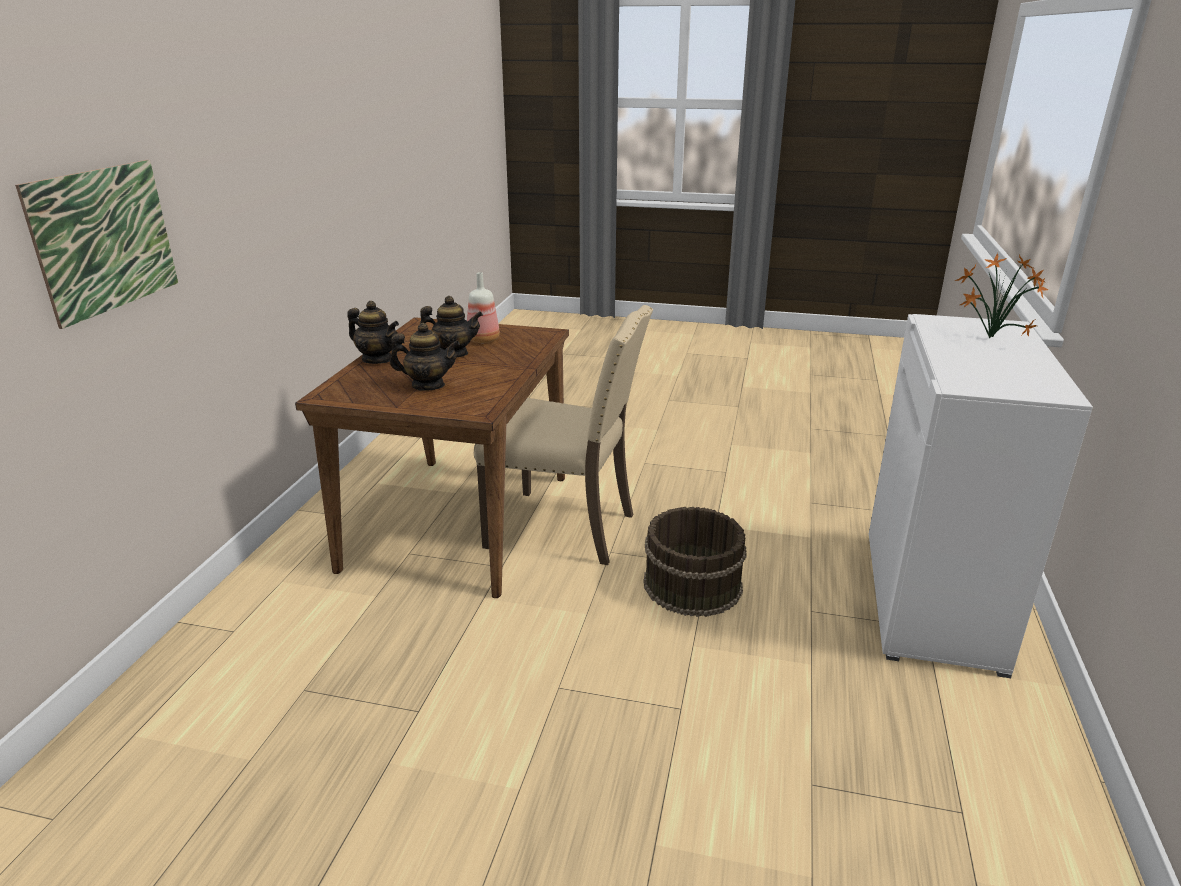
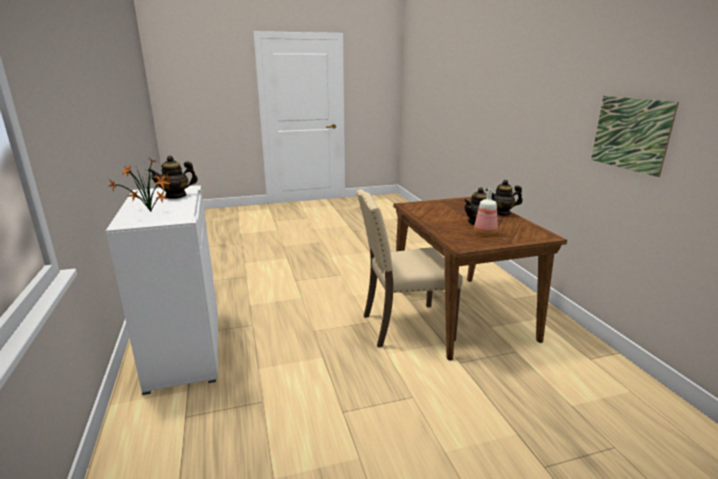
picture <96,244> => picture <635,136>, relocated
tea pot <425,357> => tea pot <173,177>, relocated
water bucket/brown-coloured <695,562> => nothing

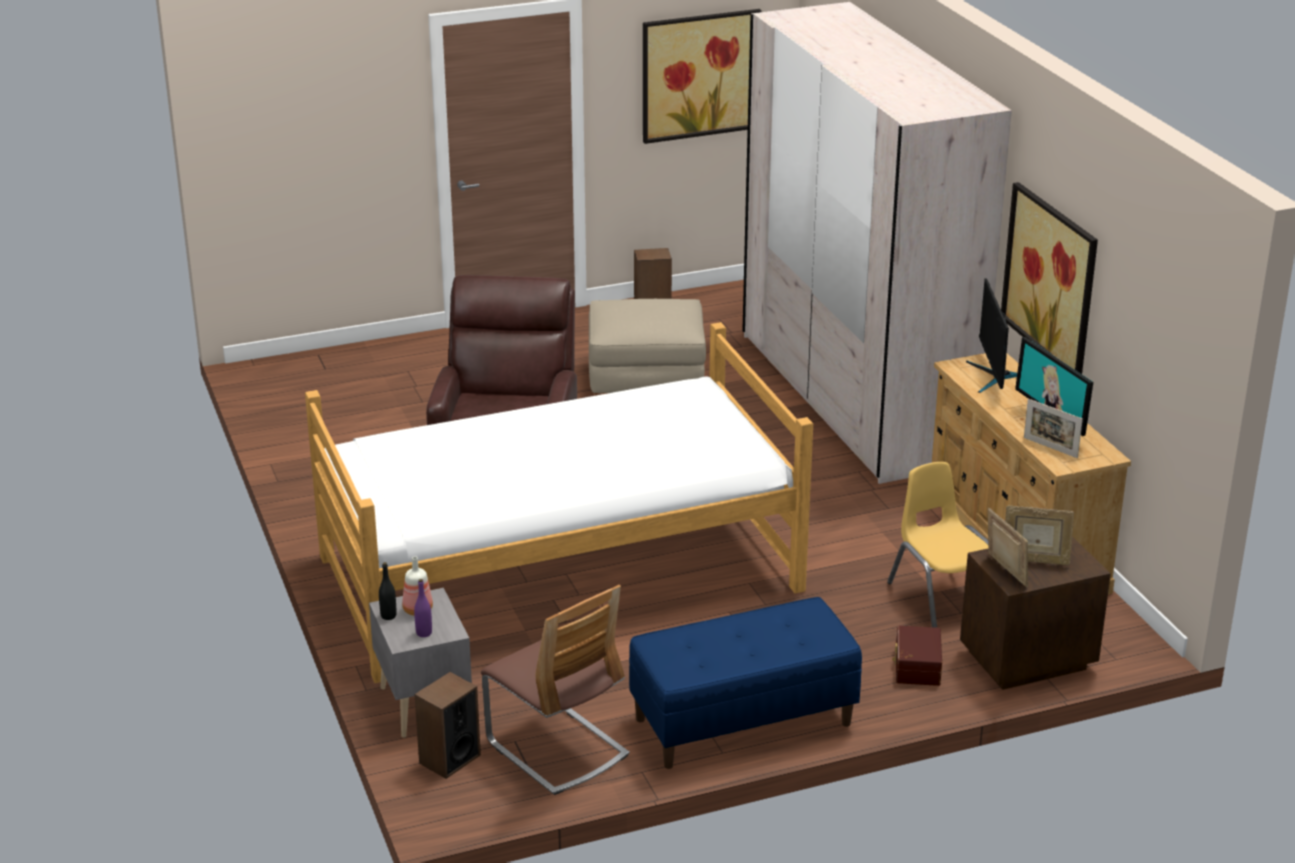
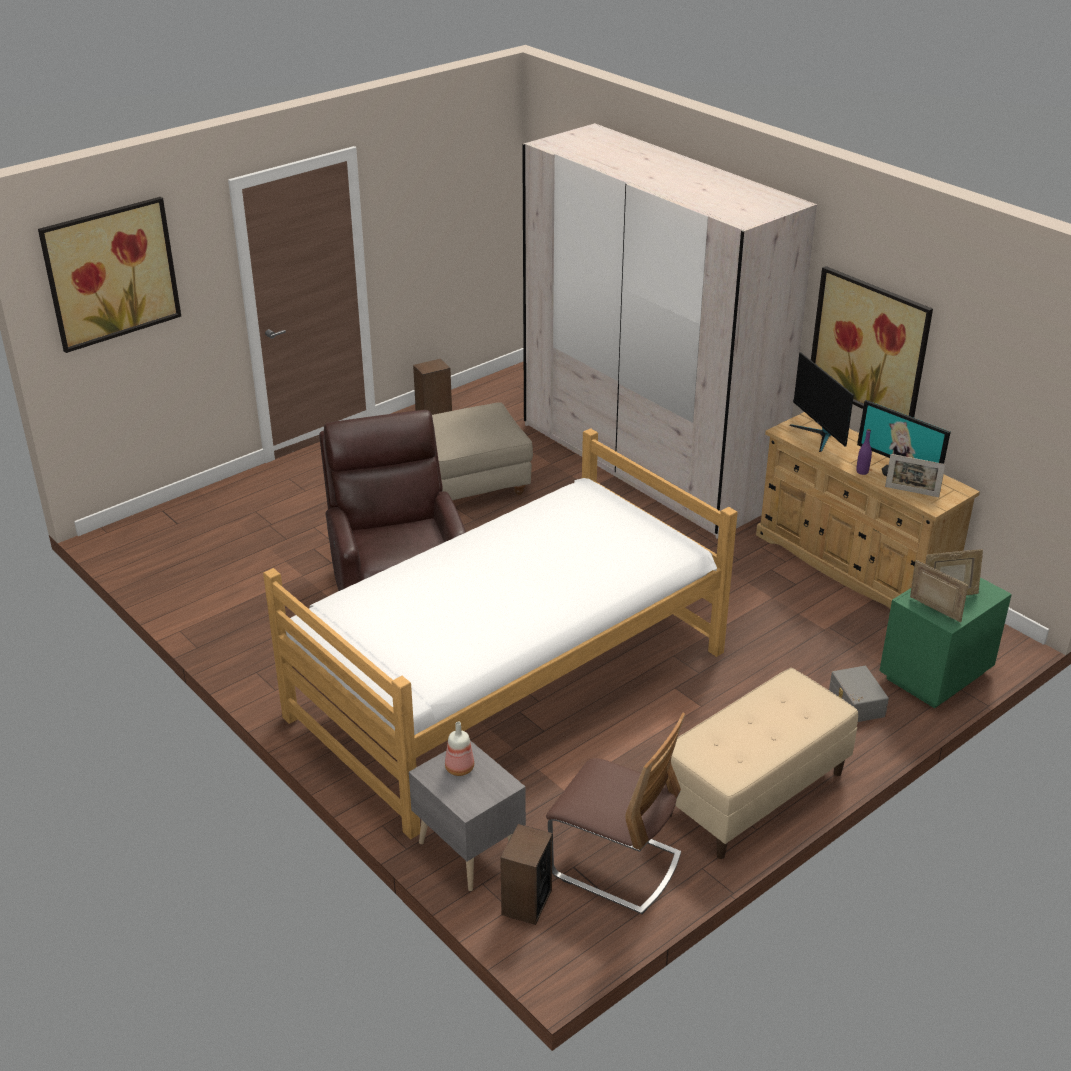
drink bottle/black-coloured <388,591> => nothing
drink bottle/purplish <423,608> => drink bottle/purplish <864,452>, relocated
long seat/blue <745,683> => long seat/sand-coloured <764,763>
picture <702,76> => picture <109,275>, relocated
plain chair/yellow <937,545> => nothing
storage container/brown-coloured <917,656> => storage container/grey <859,694>
bedside table/brown-coloured <1035,613> => bedside table/green-coloured <945,642>

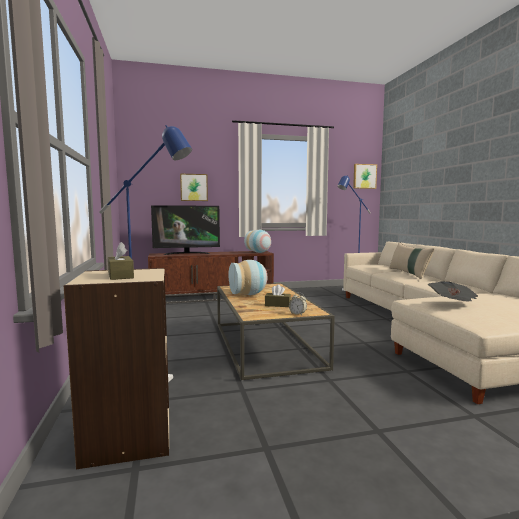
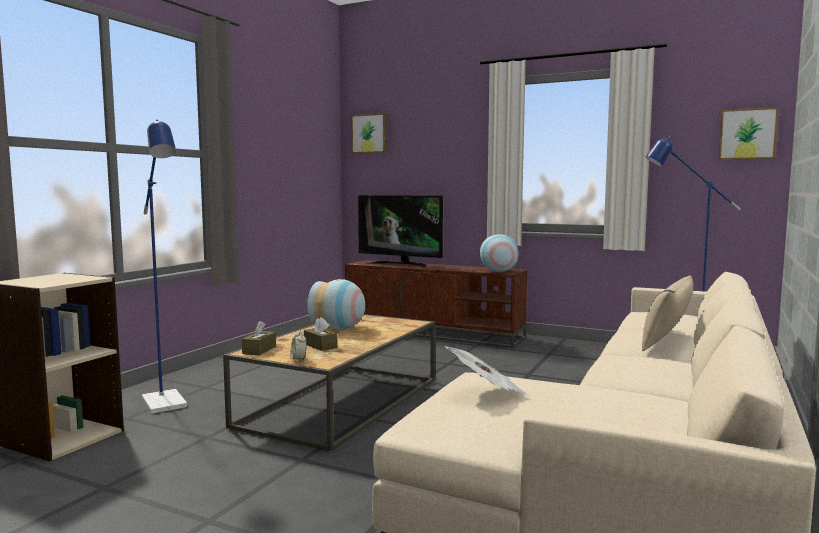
tissue holder/brown-coloured <121,261> => tissue holder/brown-coloured <259,338>, relocated
picture <194,187> => picture <369,133>, relocated

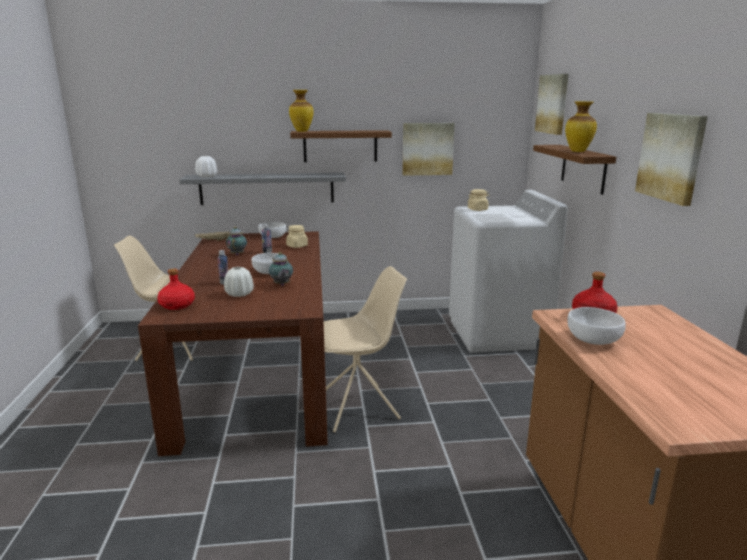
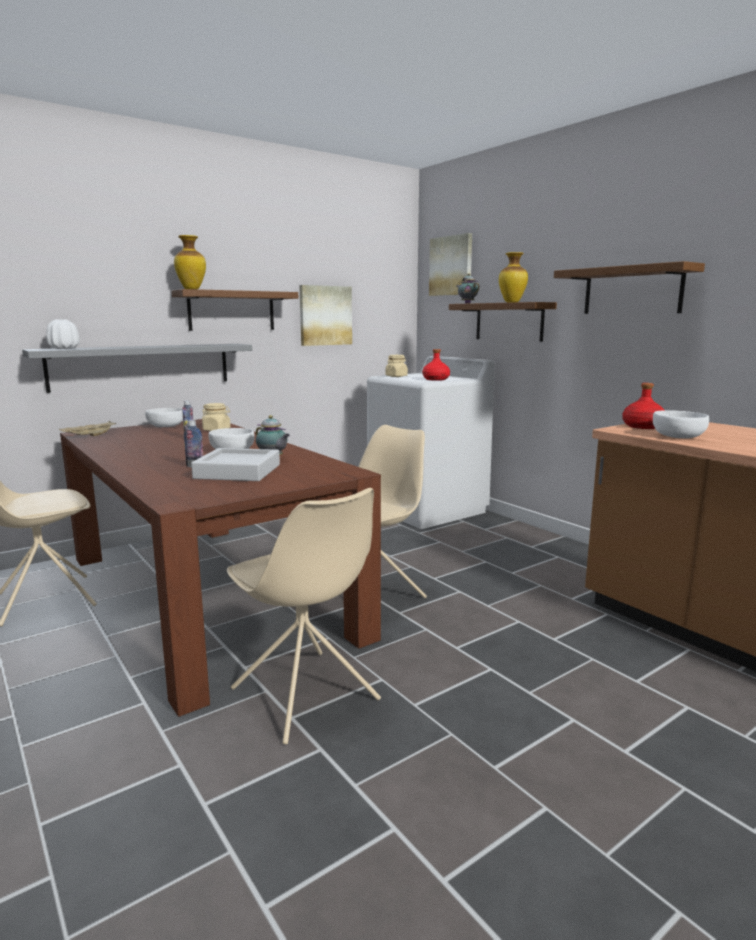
drink bottle/reddish <176,289> => drink bottle/reddish <436,365>, relocated
flower vase/white-coloured <239,282> => tray/grey <235,464>
tea pot <236,241> => tea pot <468,289>, relocated
picture <671,159> => shelf/brown-coloured <629,287>
nothing => plain chair/sand-coloured <304,616>

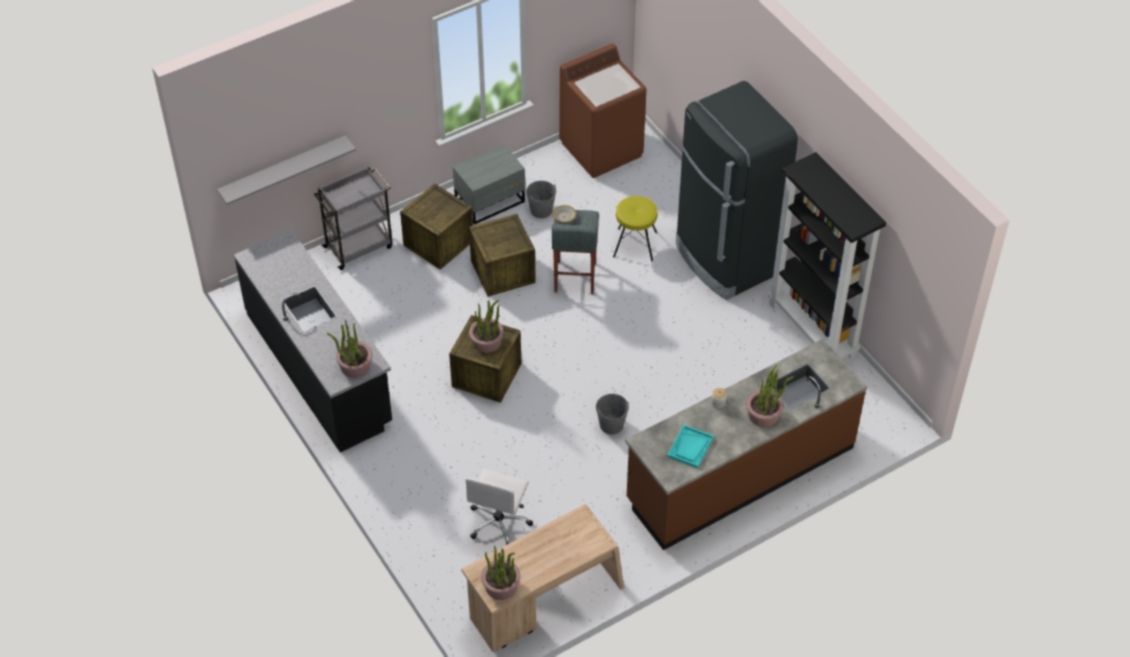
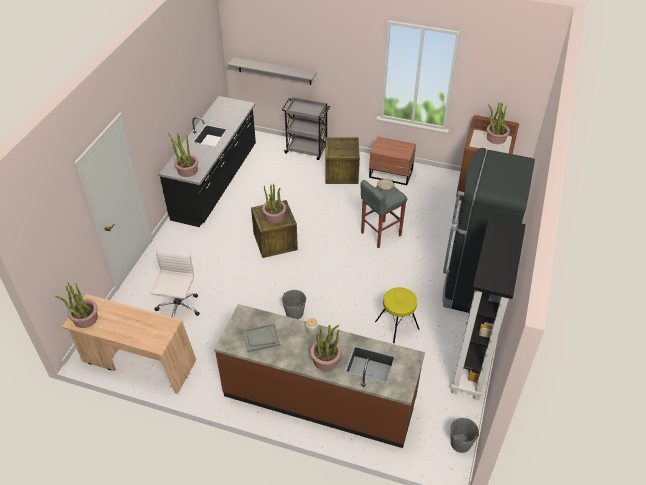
bedside table/grey <489,184> => bedside table/brown-coloured <392,161>
computer chair/white-coloured <499,506> => computer chair/white-coloured <175,284>, 120 degrees clockwise
shipping crate <502,255> => nothing
water bucket/grey <541,199> => water bucket/grey <464,435>, relocated
stool/yellow <635,228> => stool/yellow <397,315>, relocated
tray/turquoise-coloured <690,446> => tray/grey <262,338>
nothing => potted plant <498,123>

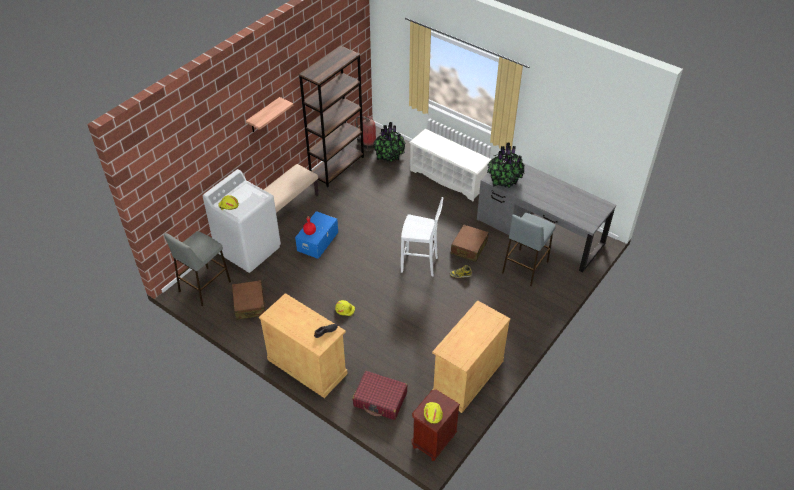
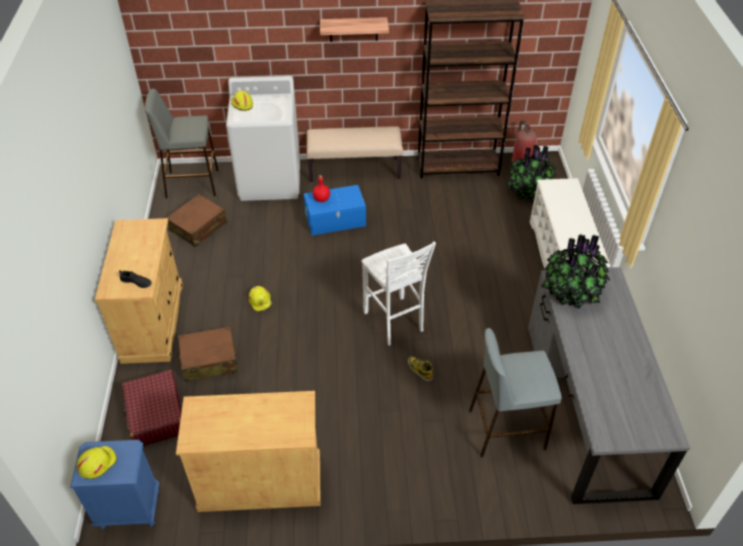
bedside table/brown-coloured <435,425> => bedside table/blue <115,484>
travel case/brown-coloured <470,243> => travel case/brown-coloured <207,354>, relocated

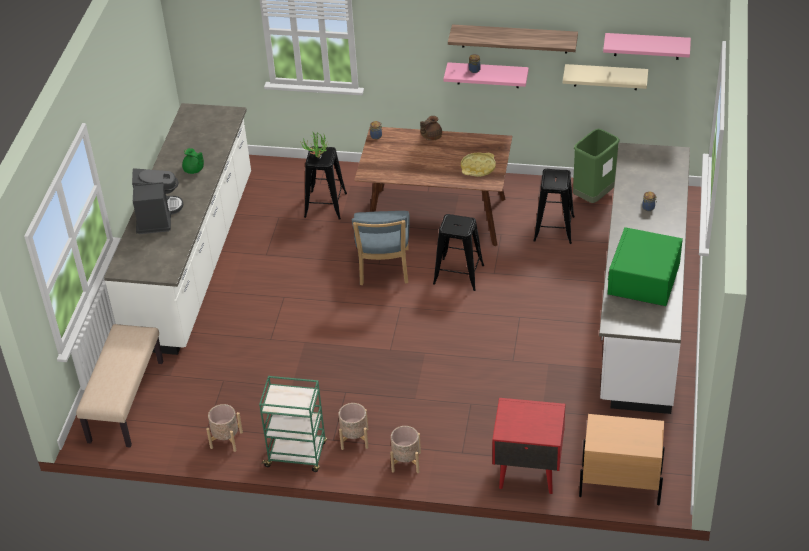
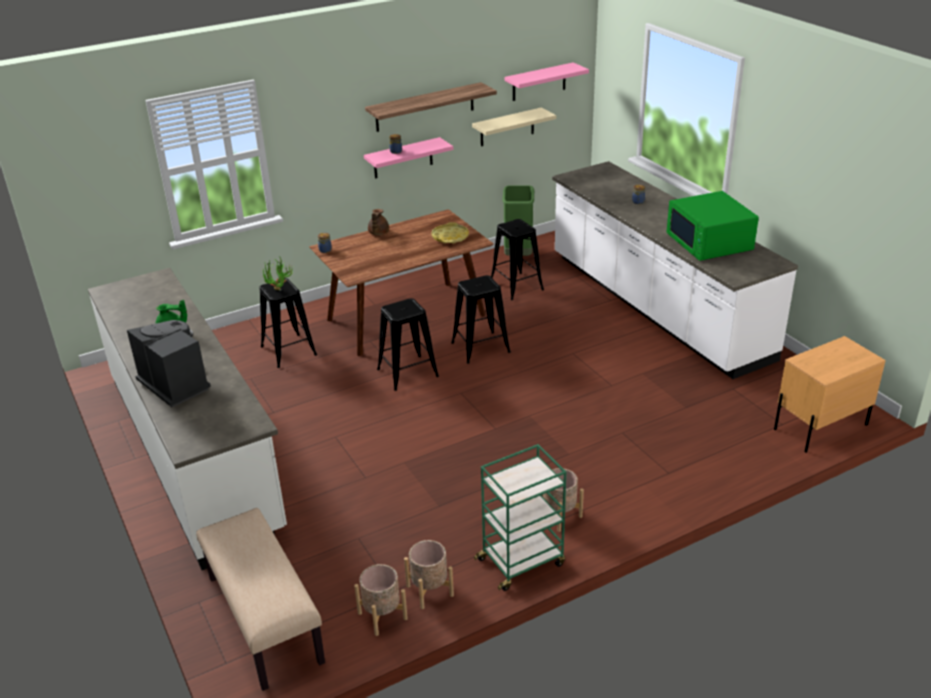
plain chair/blue <381,248> => stool/black-coloured <408,344>
plant pot/sand-coloured <405,449> => plant pot/sand-coloured <381,600>, relocated
bedside table/reddish <528,446> => nothing

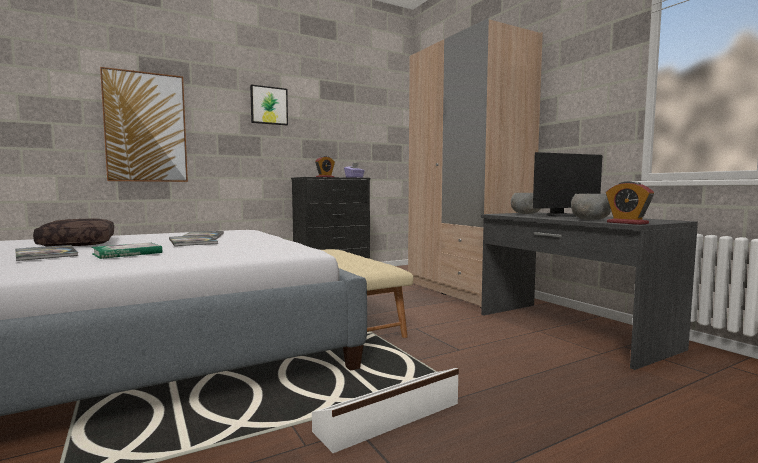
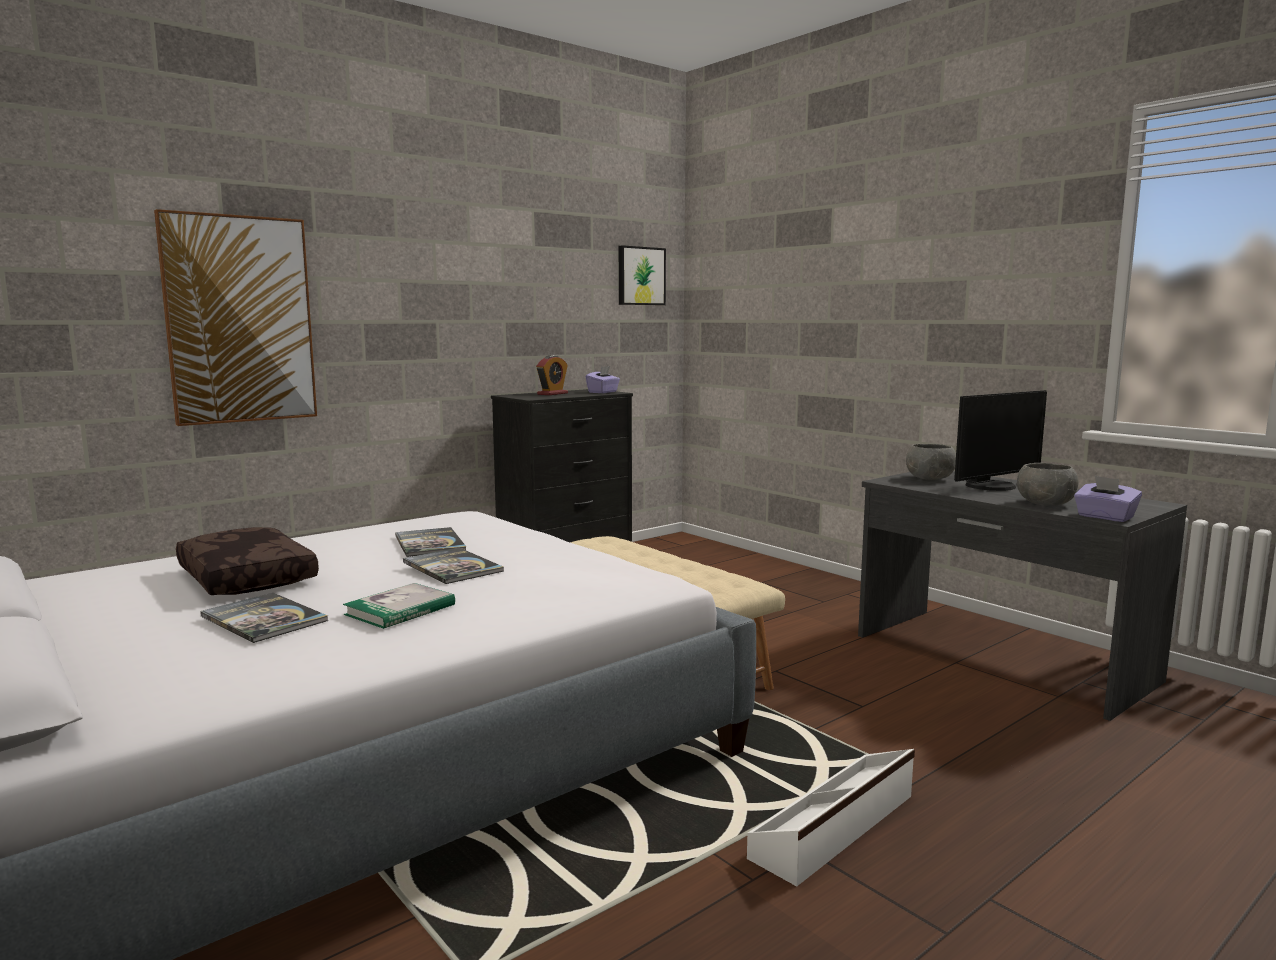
picture <269,105> => picture <642,275>, relocated
clothes cupboard/sand-coloured <475,163> => nothing
bedside clock <630,203> => tissue holder/purplish <1108,499>

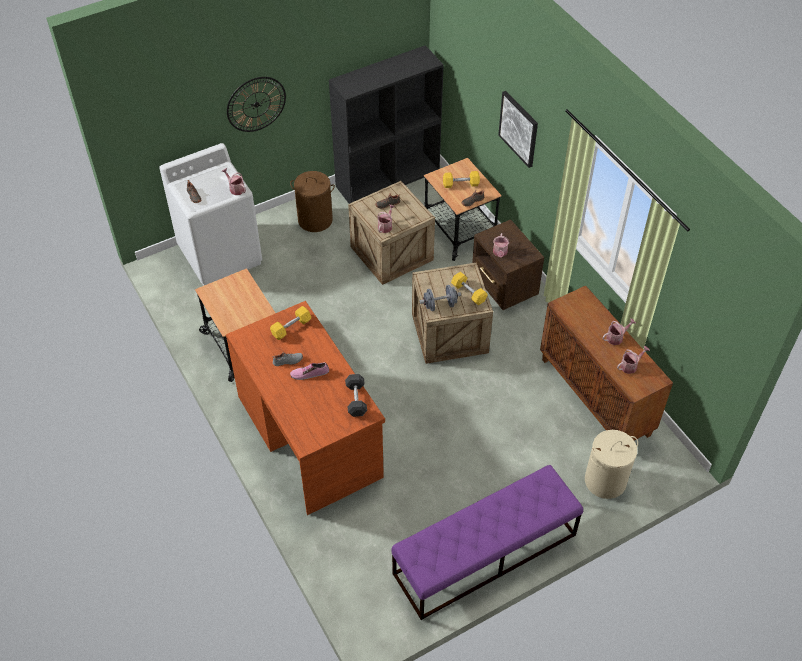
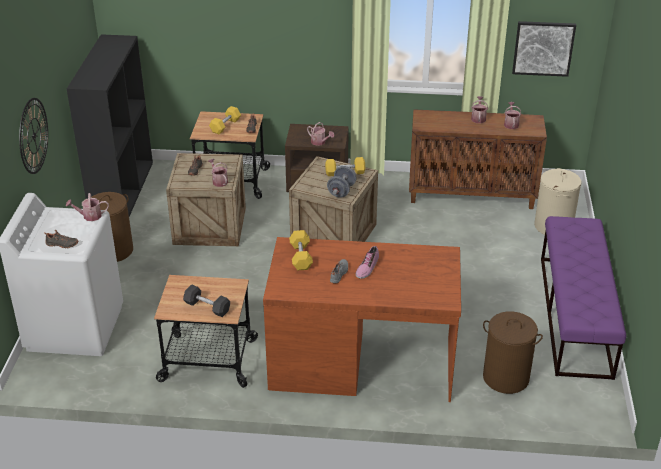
hand weight/grey <356,395> => hand weight/grey <206,300>, relocated
picture <518,129> => picture <544,49>, relocated
nothing => laundry basket/brown-coloured <513,352>

